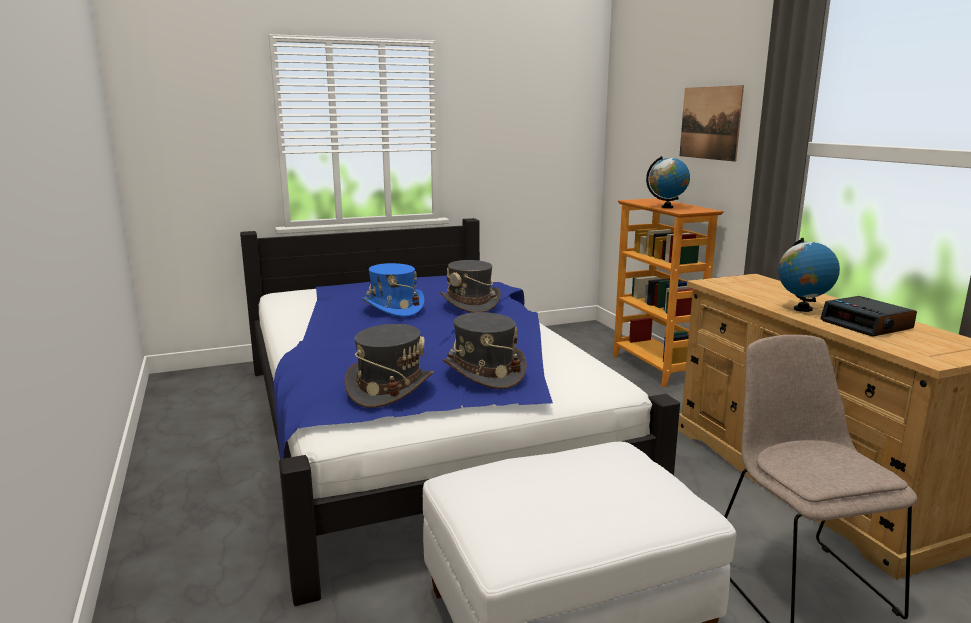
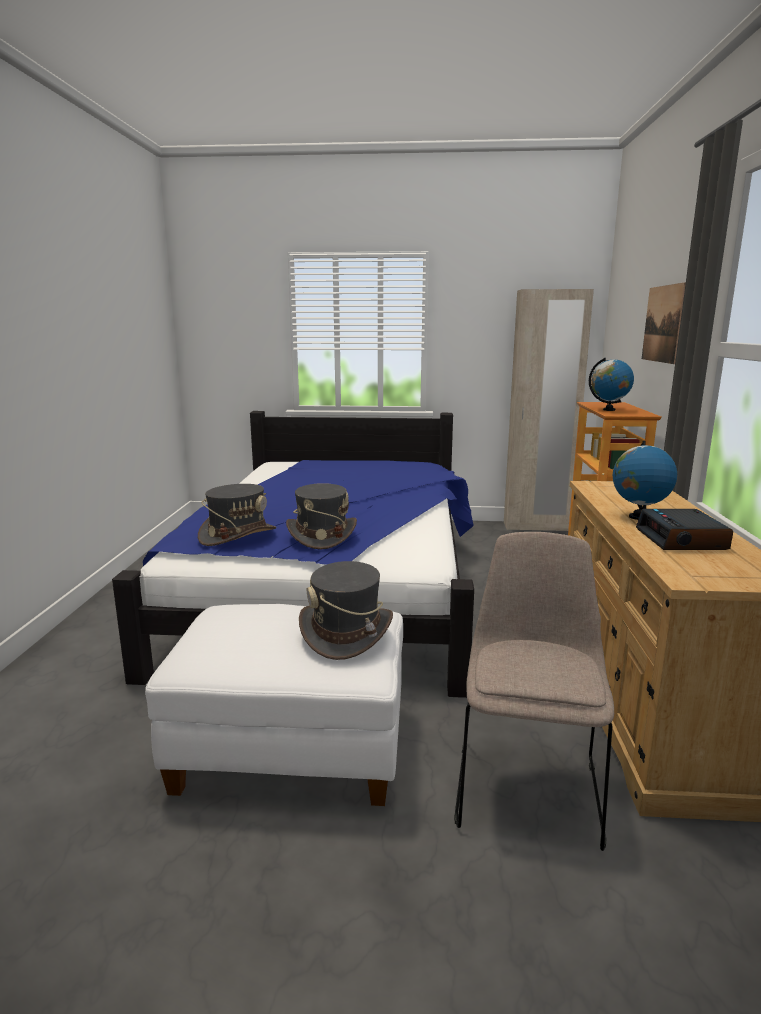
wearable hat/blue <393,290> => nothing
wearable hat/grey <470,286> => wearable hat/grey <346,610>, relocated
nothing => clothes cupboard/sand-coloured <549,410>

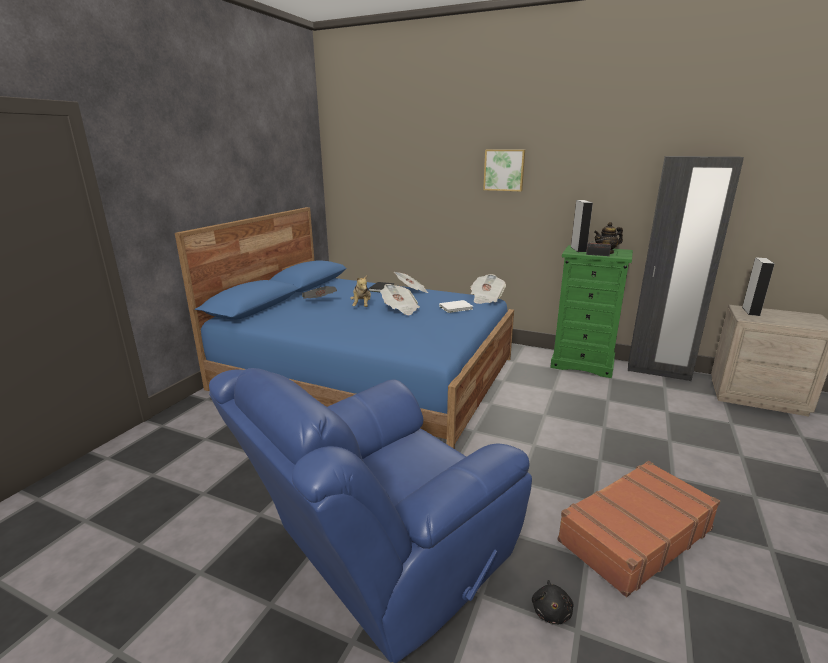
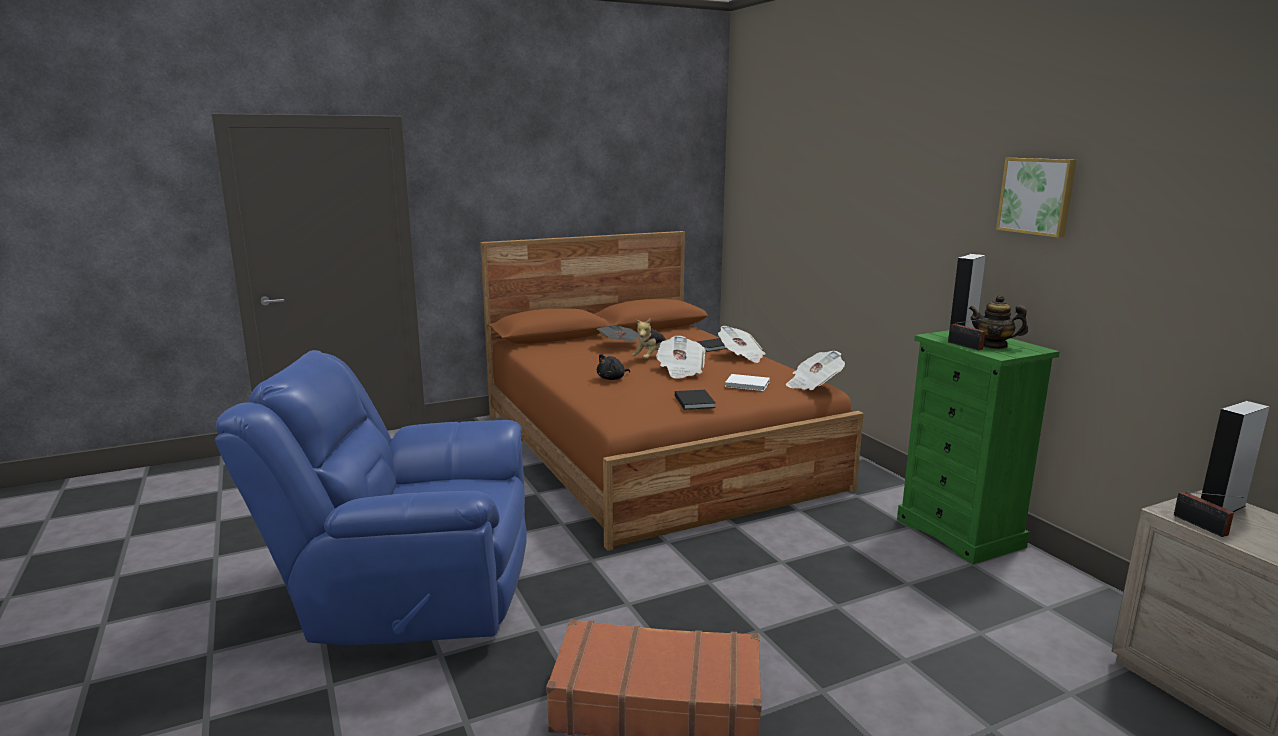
bedroom bed/blue <344,328> => bedroom bed/brown-coloured <672,391>
picture <504,170> => picture <1036,198>, relocated
soft toy/black-coloured <552,602> => soft toy/black-coloured <613,367>, relocated
clothes cupboard/black-coloured <686,268> => nothing
nothing => book/black-coloured <695,400>
nothing => radio set <1209,514>

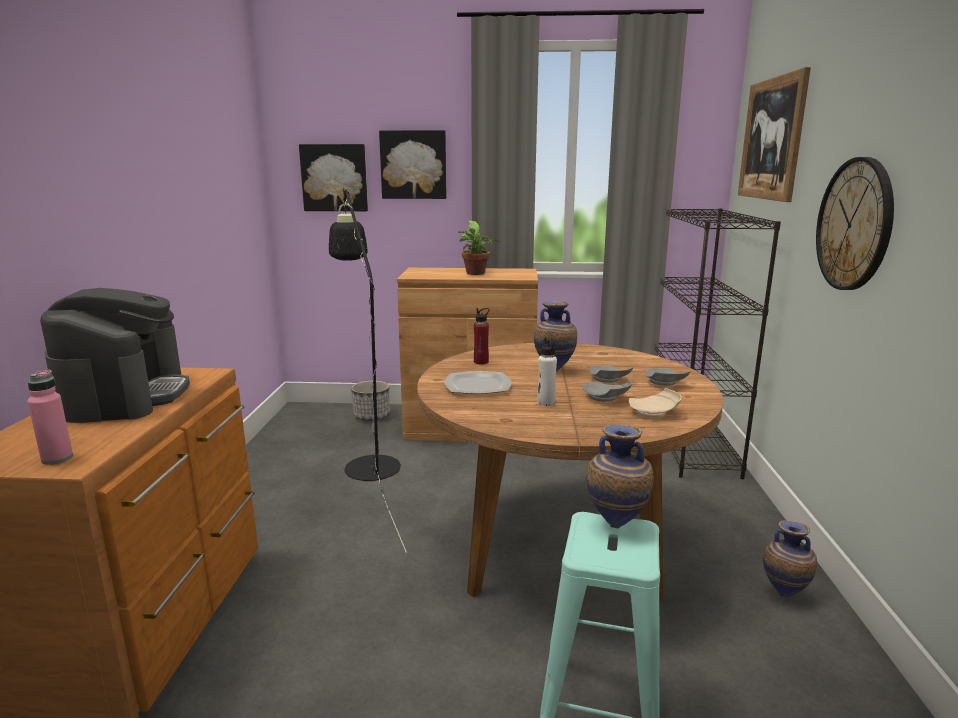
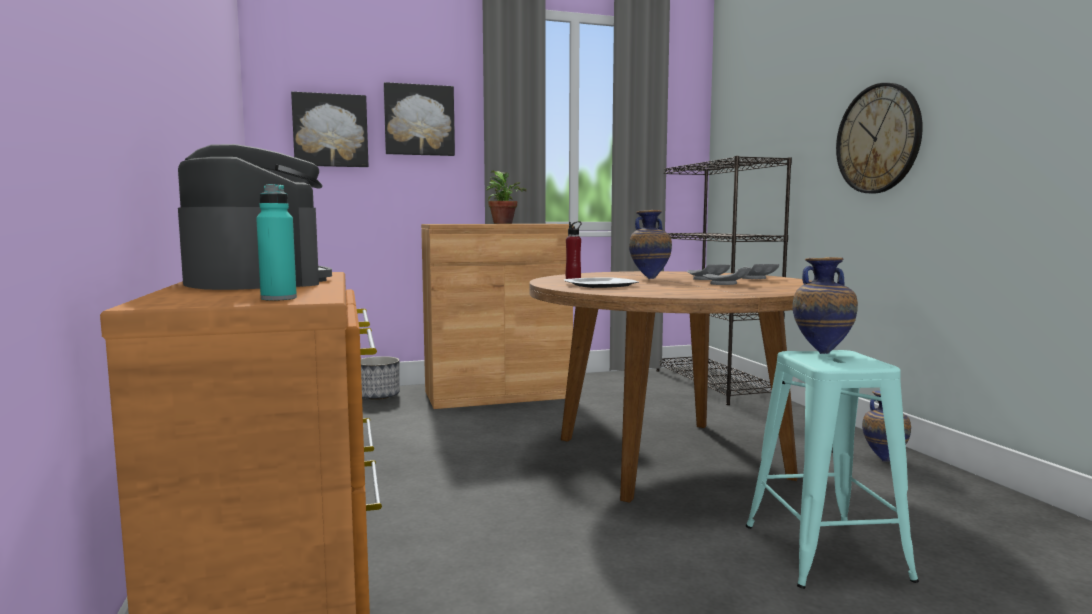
drink bottle/pinkish <50,417> => drink bottle/turquoise-coloured <276,242>
floor lamp/black-coloured <368,370> => nothing
drink bottle/white-coloured <547,372> => nothing
flat dish/sand-coloured <655,403> => nothing
picture <774,134> => nothing

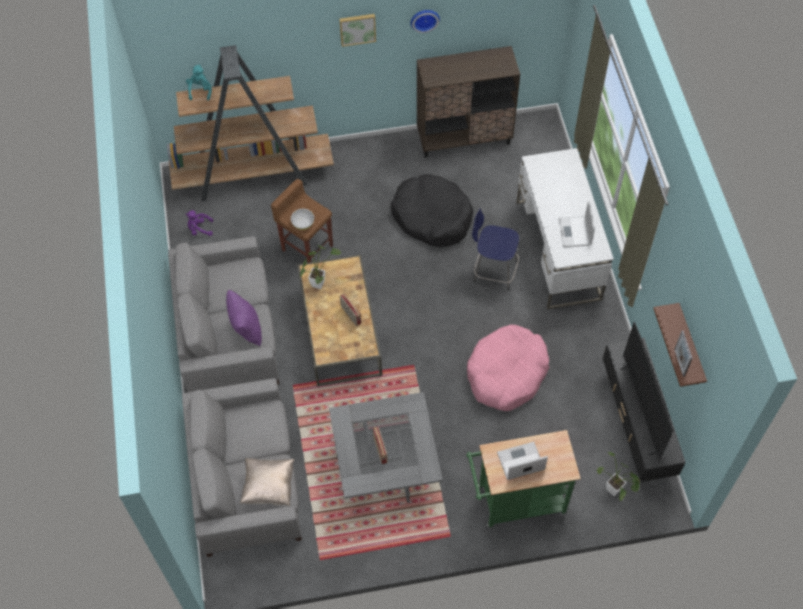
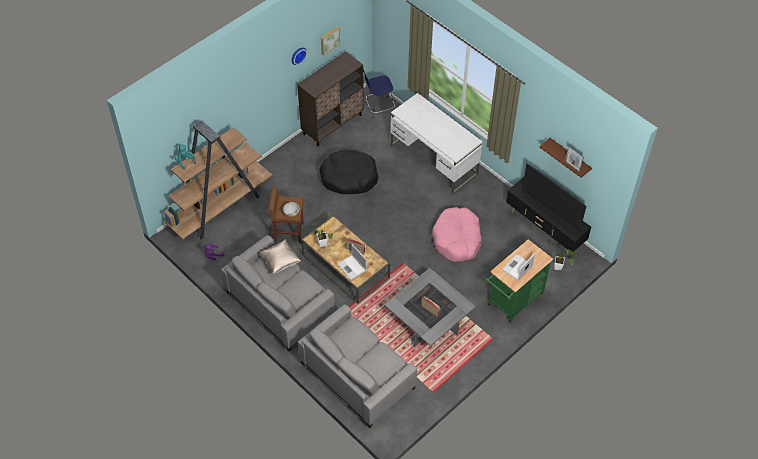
throw pillow/purplish <244,318> => nothing
throw pillow/sand-coloured <267,482> => throw pillow/sand-coloured <280,256>, relocated
picture <357,30> => picture <330,41>, relocated
stool/blue <495,249> => stool/blue <379,94>, relocated
notebook computer <576,224> => notebook computer <352,262>, relocated

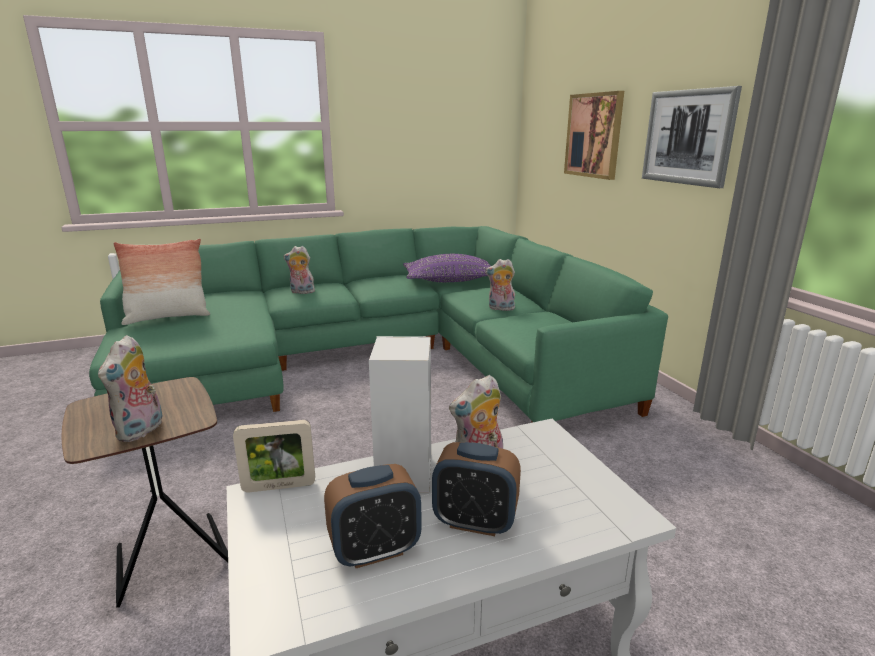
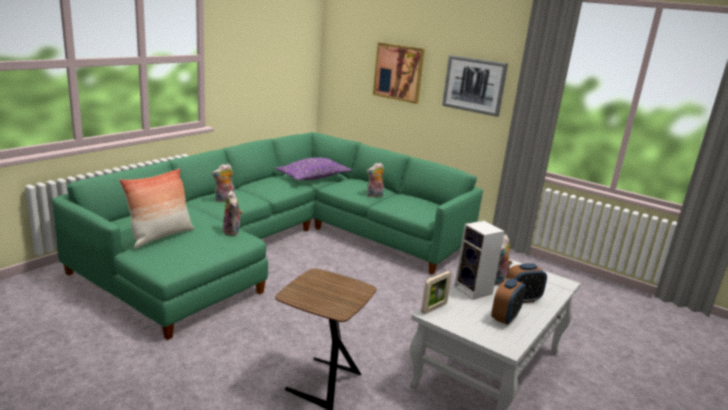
soft toy <130,388> => soft toy <233,213>, relocated

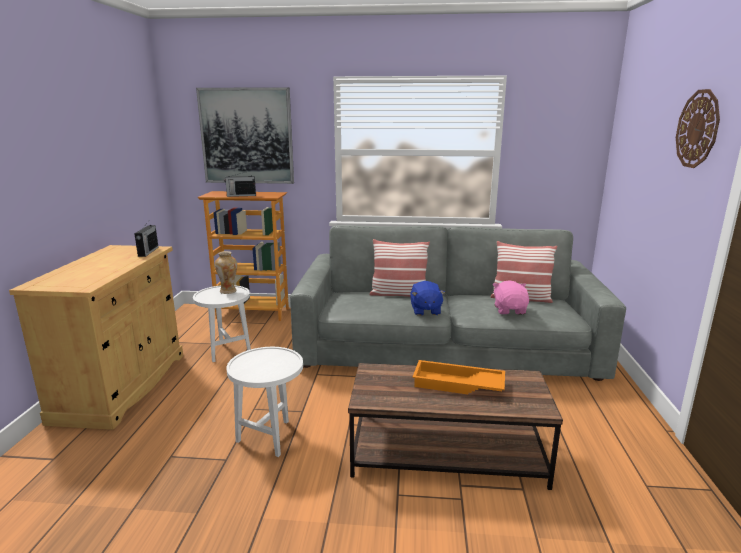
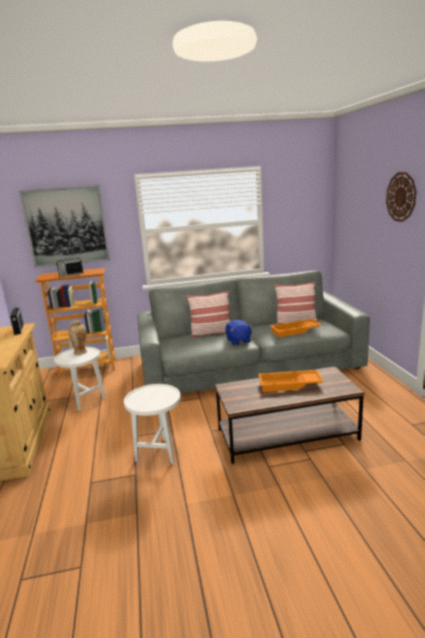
soft toy/pinkish <510,297> => tray/orange <296,328>

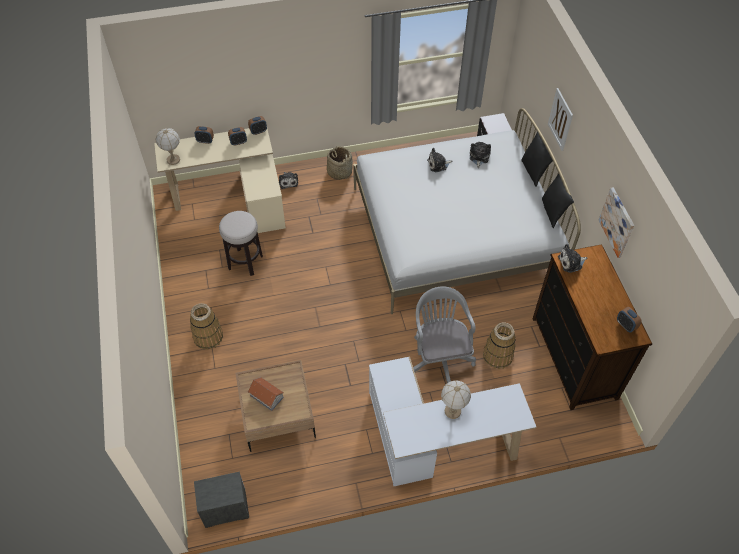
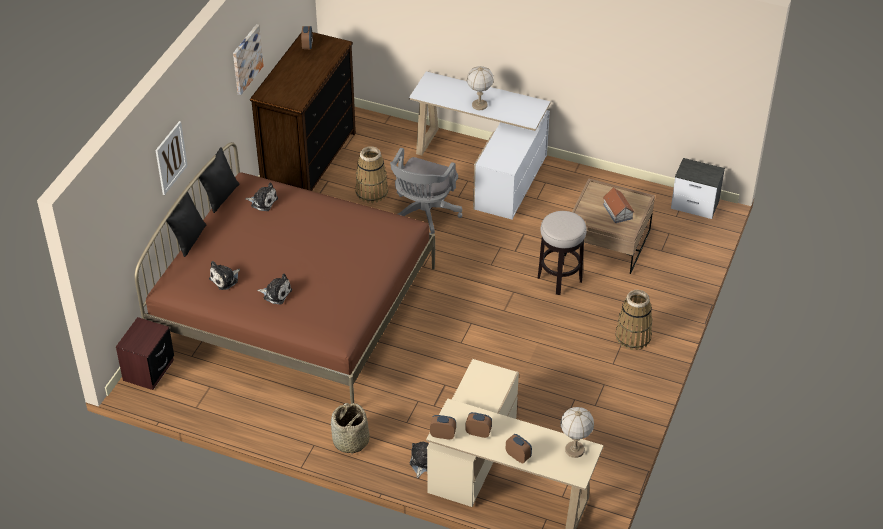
stool <241,243> => stool <562,253>, relocated
bedroom bed/white-coloured <467,211> => bedroom bed/brown-coloured <285,273>
soft toy <572,258> => soft toy <261,196>, relocated

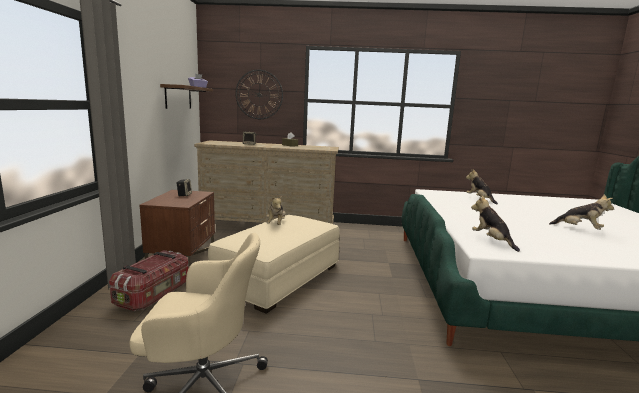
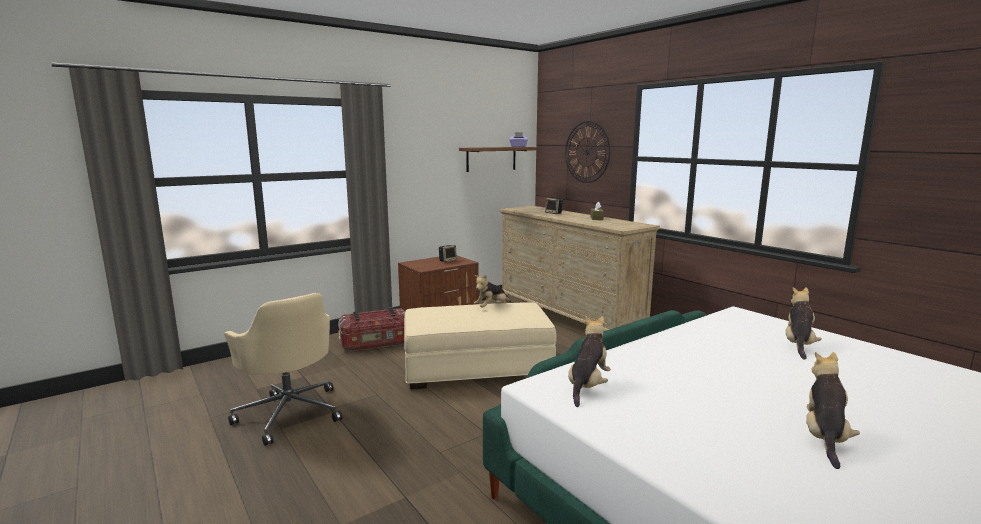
soft toy <581,212> => soft toy <833,410>, 150 degrees counterclockwise

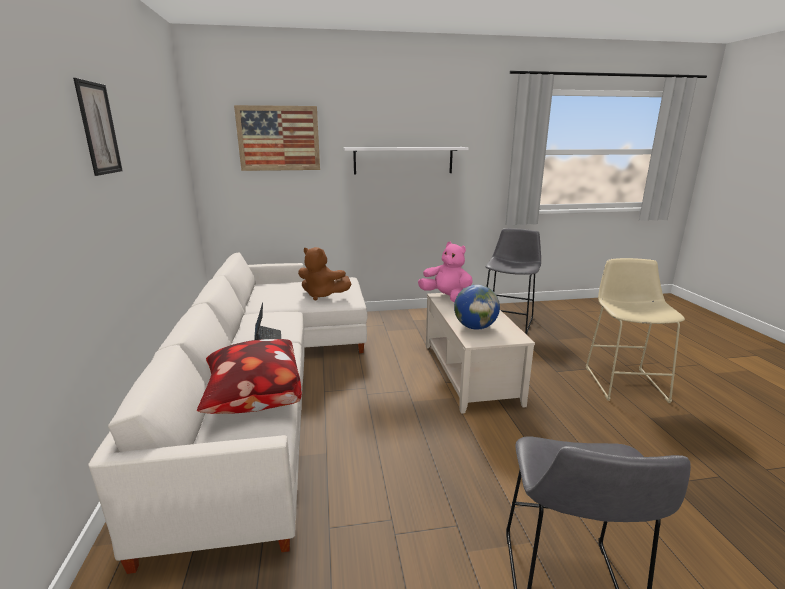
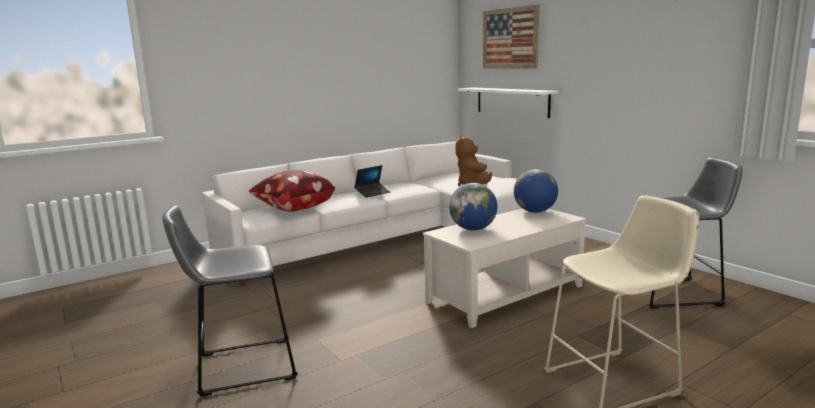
picture <98,127> => nothing
shelf/white-coloured <406,161> => shelf/white-coloured <508,102>, relocated
soft toy/pinkish <445,272> => desk globe <536,191>

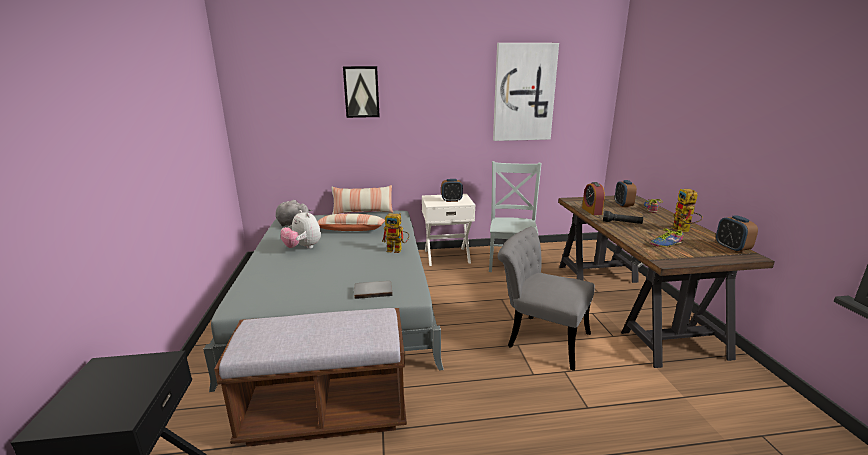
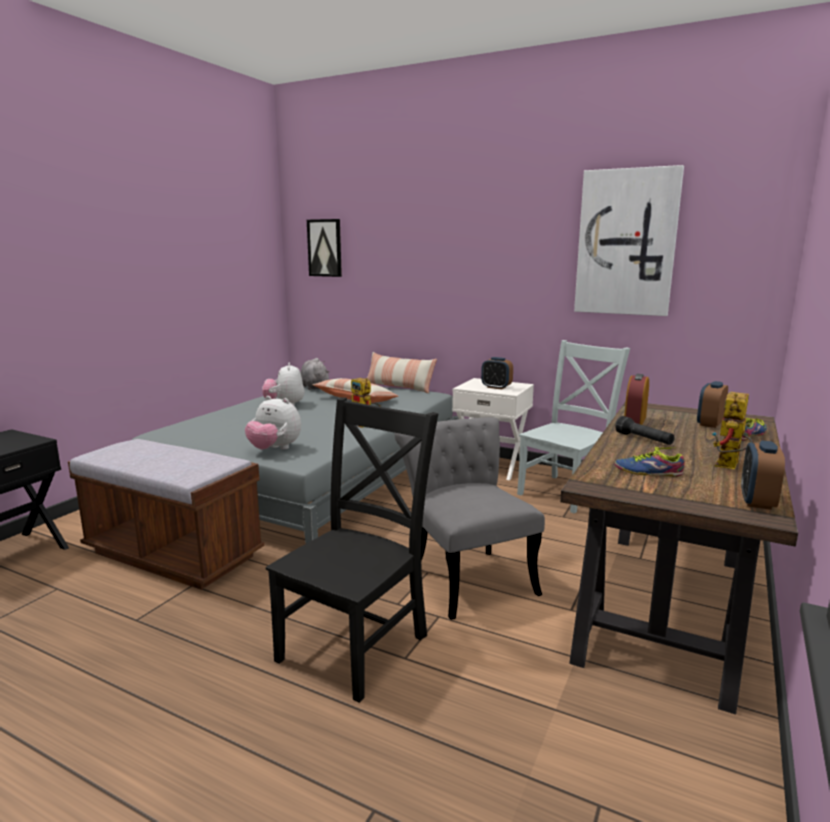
picture <361,92> => picture <324,248>, relocated
book/grey <373,290> => soft toy <273,423>
nothing => plain chair/black-coloured <352,550>

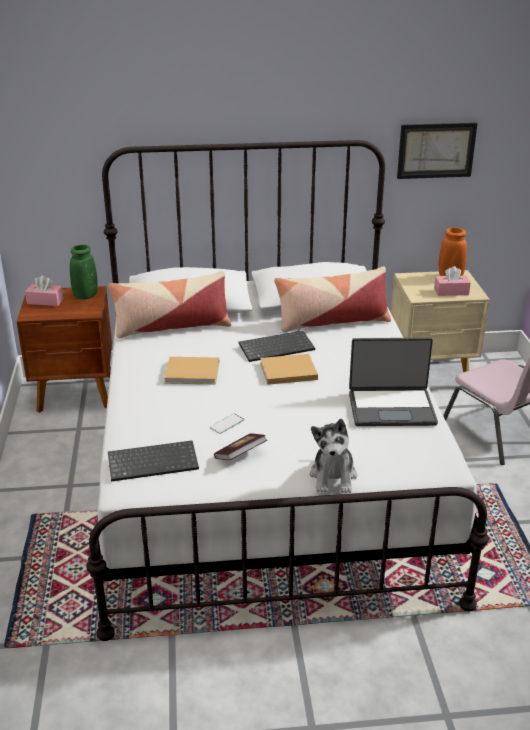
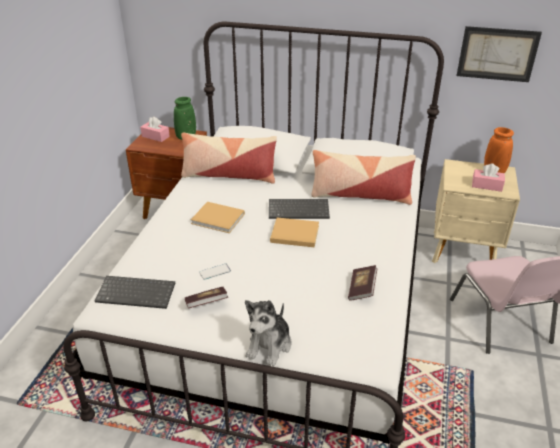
notebook computer <393,382> => book <362,283>

